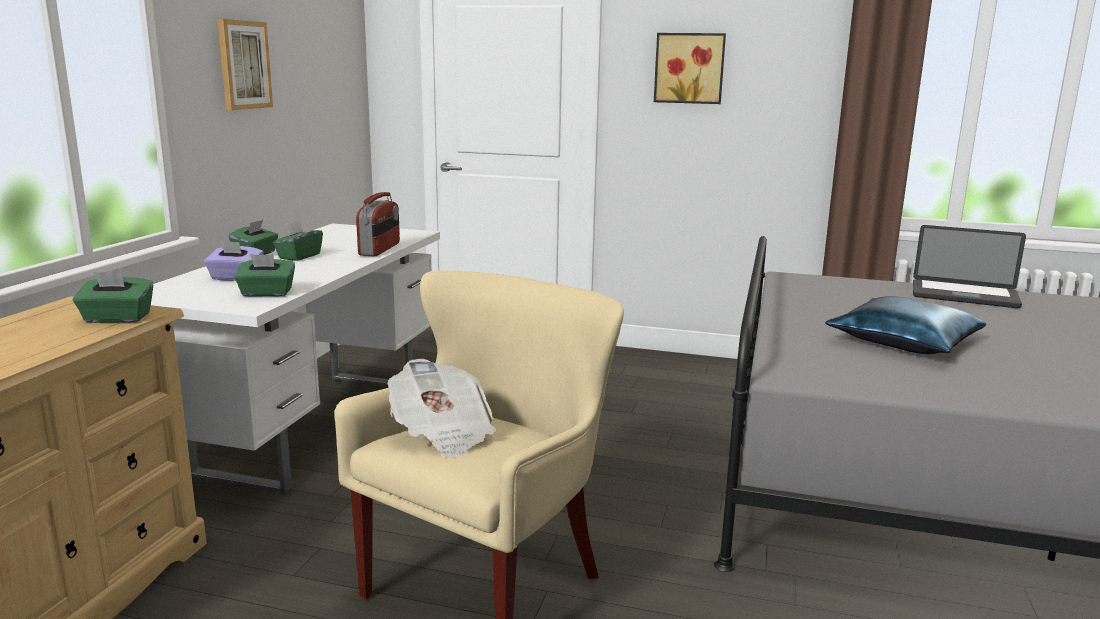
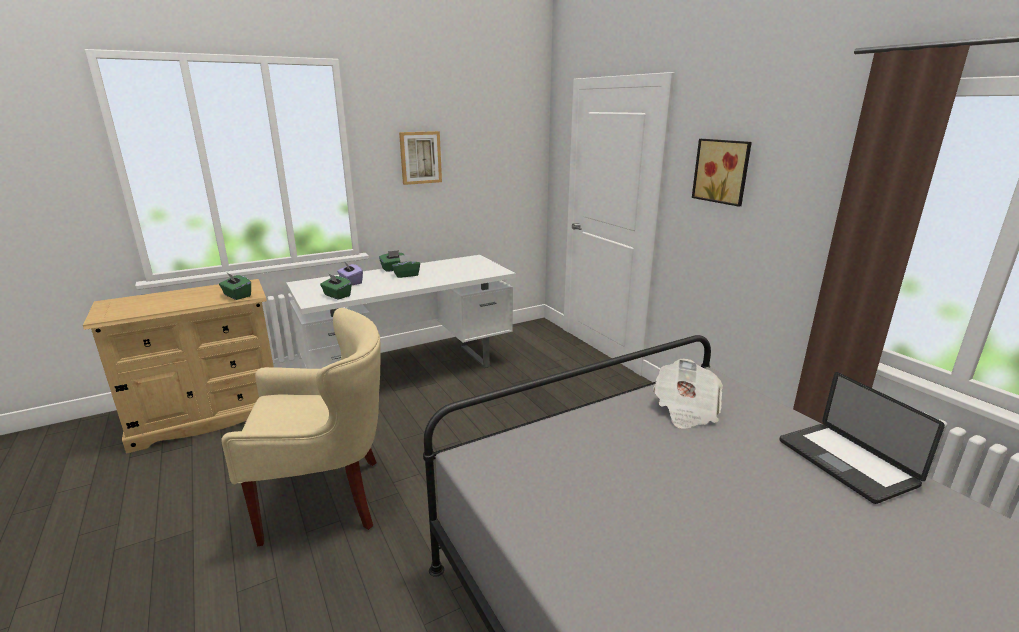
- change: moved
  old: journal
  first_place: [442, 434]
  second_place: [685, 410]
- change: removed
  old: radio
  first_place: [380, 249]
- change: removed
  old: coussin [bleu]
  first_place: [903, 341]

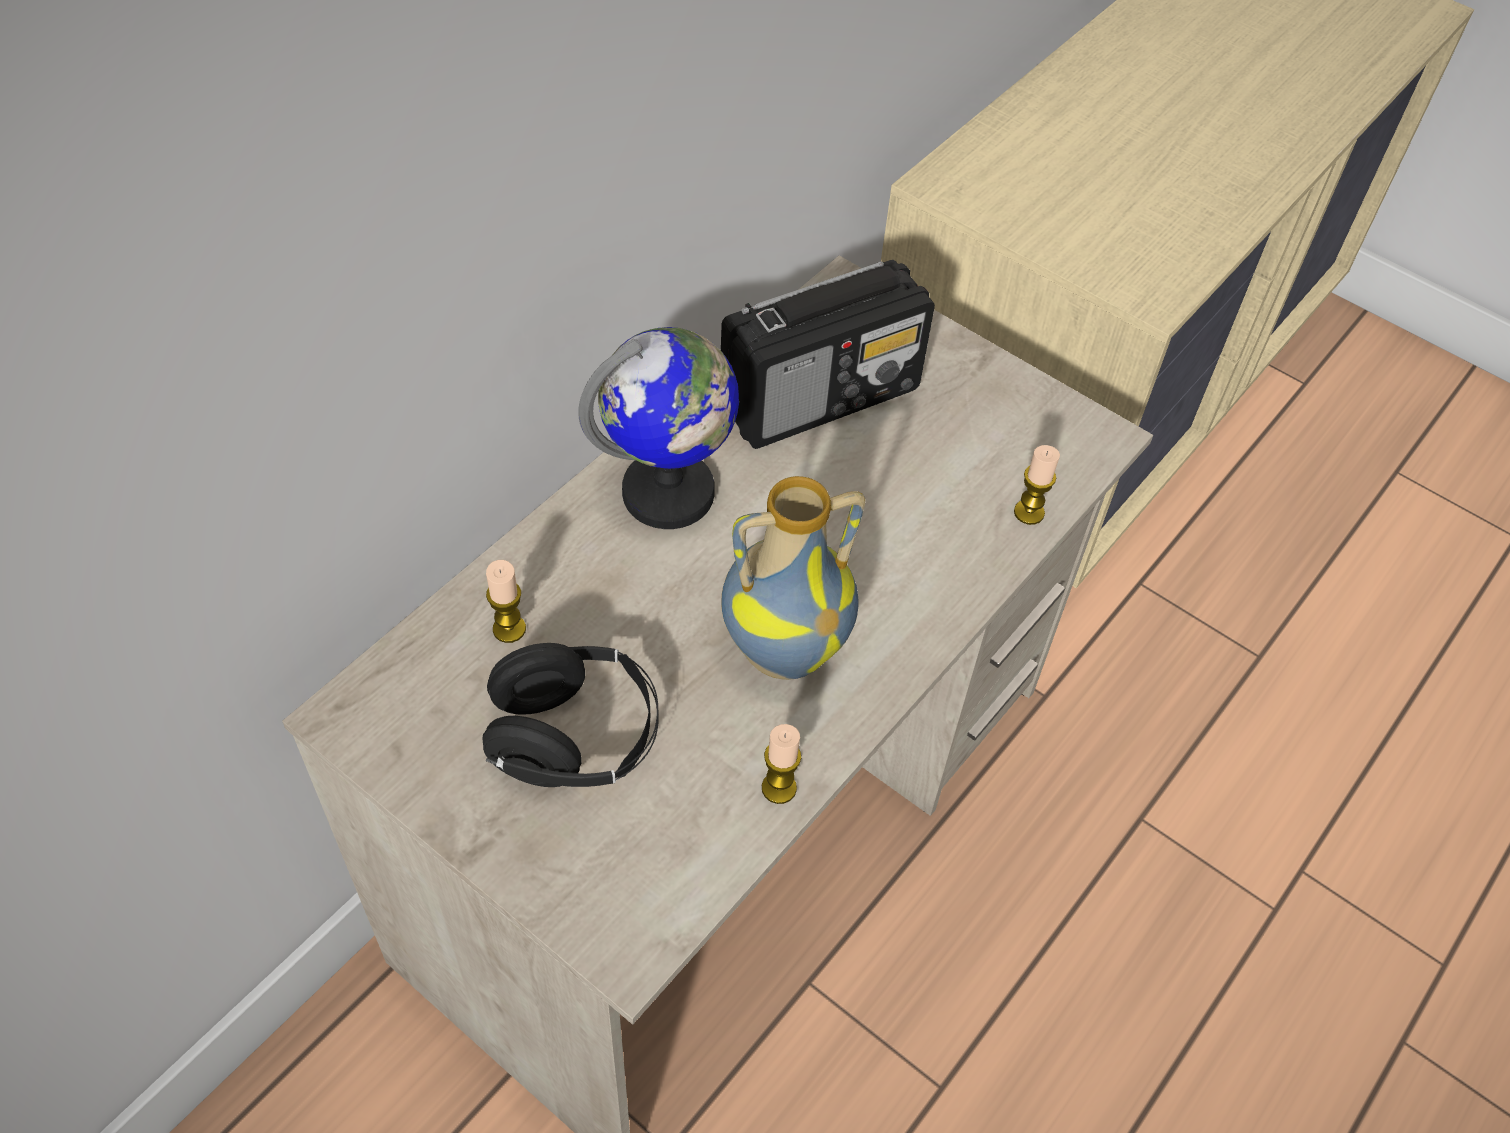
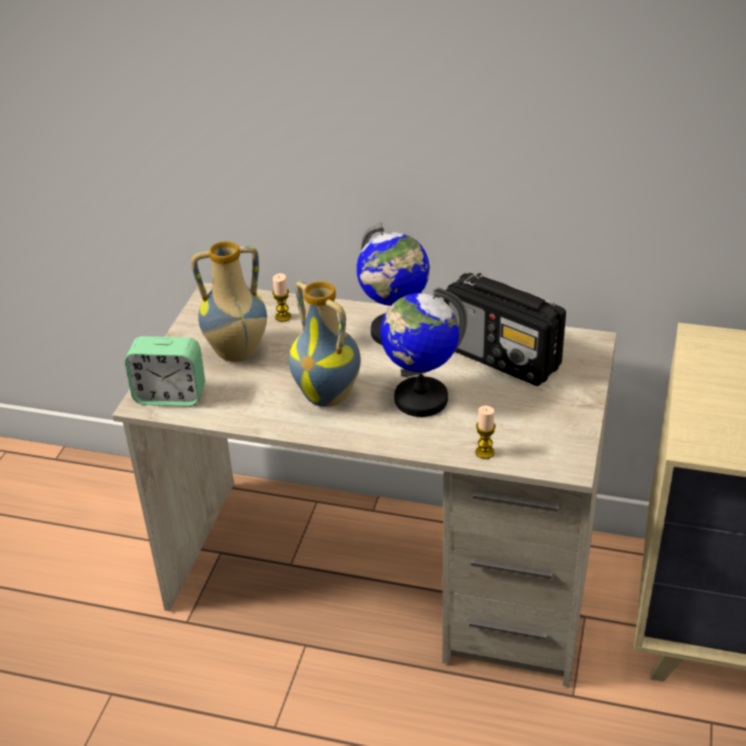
- change: added
  new: réveil
  second_place: [170, 396]
- change: replaced
  old: casque audio [noir]
  new: vase
  first_place: [574, 740]
  second_place: [237, 354]
- change: added
  new: globe
  second_place: [420, 399]
- change: removed
  old: bougie
  first_place: [779, 788]

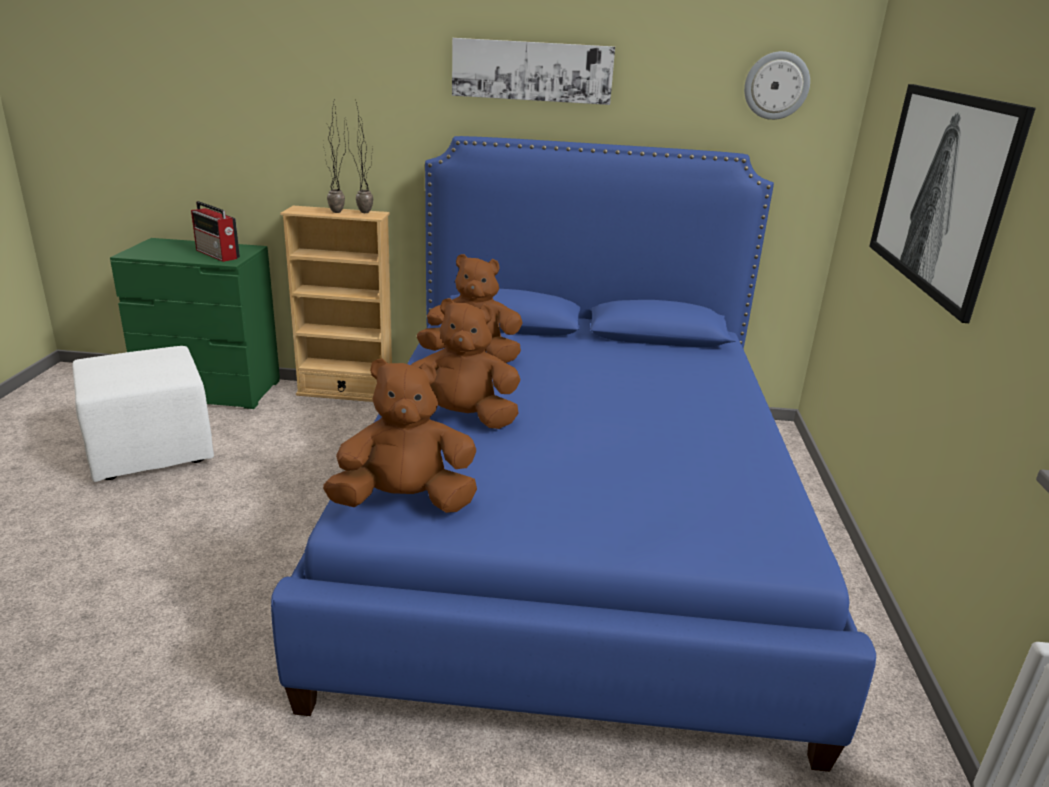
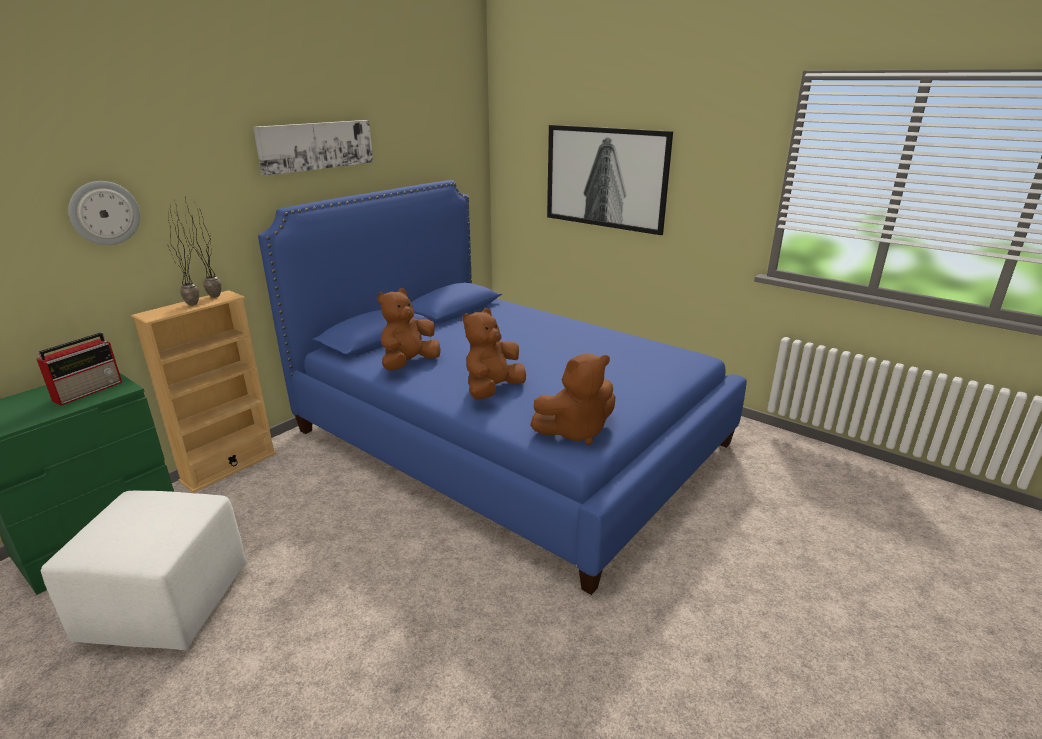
- change: turned
  old: radio
  first_place: [218, 254]
  second_place: [89, 390]
  degrees: -45
- change: moved
  old: horloge murale
  first_place: [776, 85]
  second_place: [104, 213]
- change: turned
  old: peluche [marron]
  first_place: [405, 502]
  second_place: [575, 431]
  degrees: -135

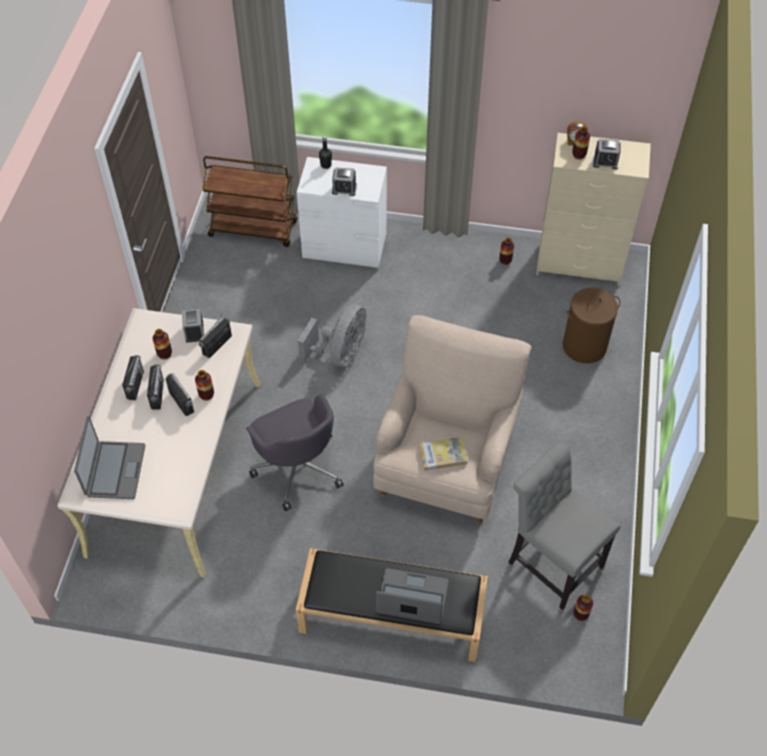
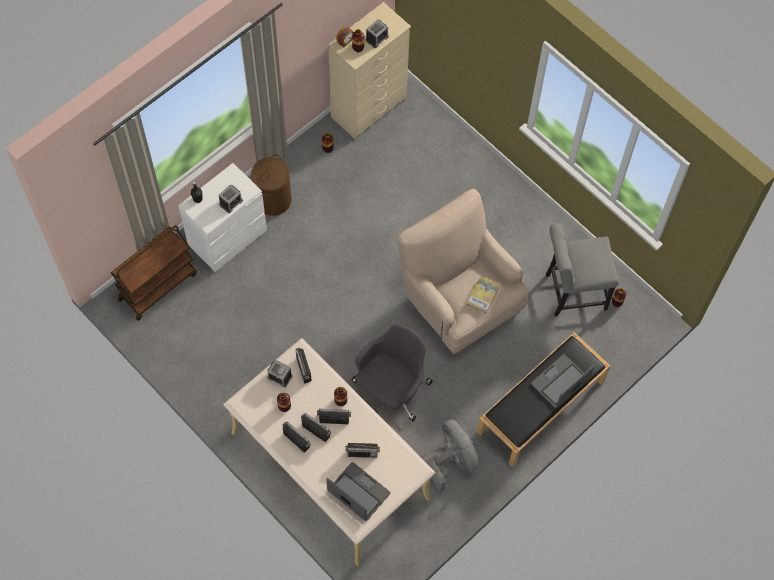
- change: moved
  old: panier à linge [marron]
  first_place: [584, 346]
  second_place: [273, 199]
- change: added
  new: radio
  second_place: [362, 453]
- change: turned
  old: chaise de bureau [gris]
  first_place: [297, 467]
  second_place: [391, 390]
  degrees: -60
- change: moved
  old: ventilateur [gris]
  first_place: [340, 353]
  second_place: [453, 460]

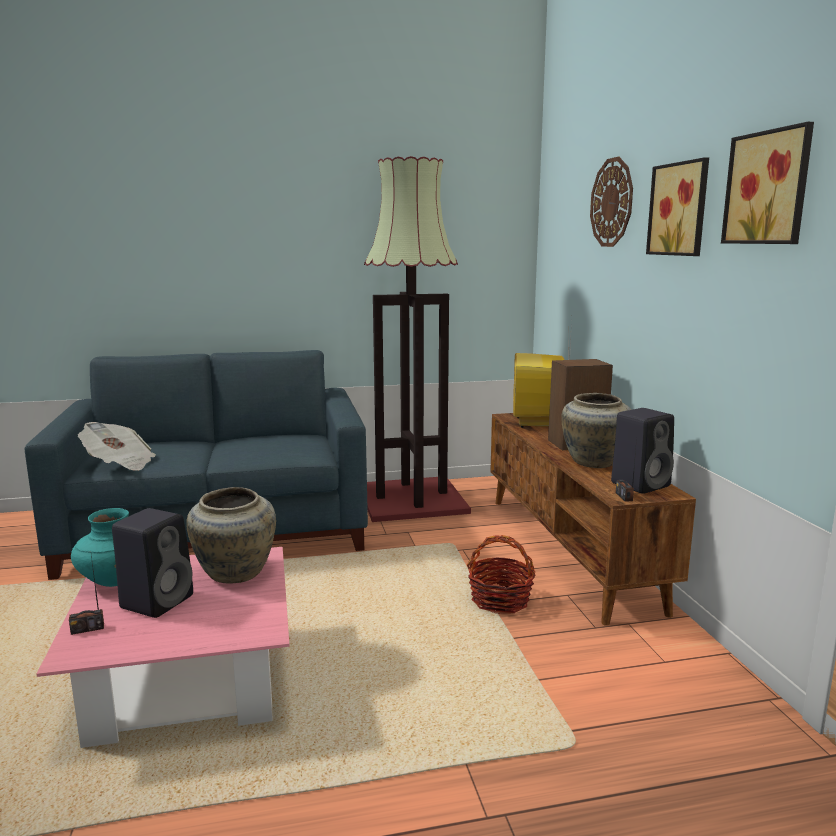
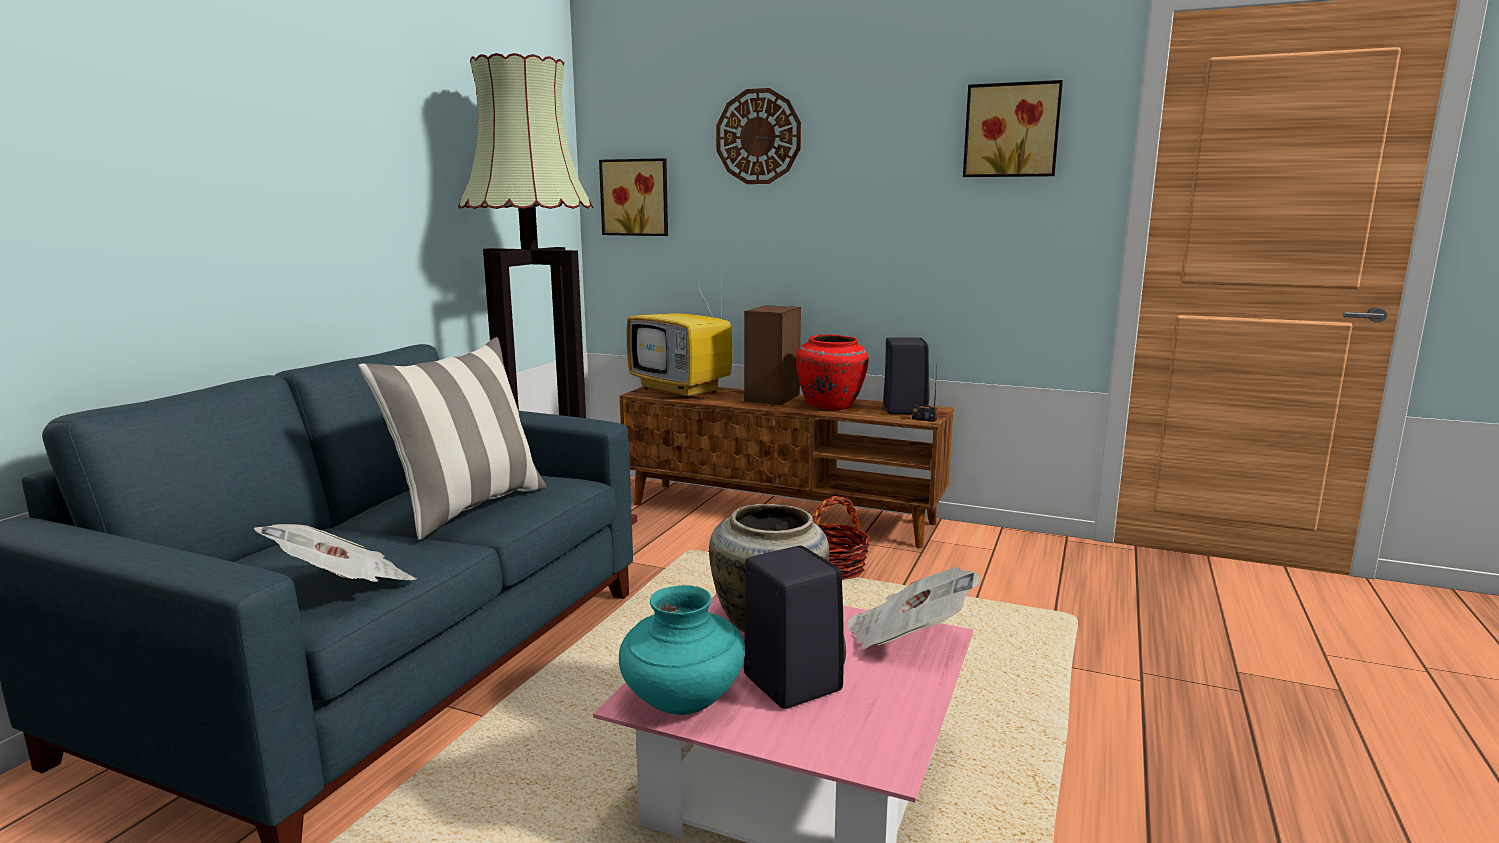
- change: added
  new: coussin
  second_place: [468, 508]
- change: moved
  old: tableau
  first_place: [681, 209]
  second_place: [636, 197]
- change: recoloured
  old: vase [beige]
  new: vase [rouge]
  first_place: [593, 462]
  second_place: [830, 406]
- change: added
  new: journal
  second_place: [907, 638]
- change: removed
  old: radio
  first_place: [87, 629]

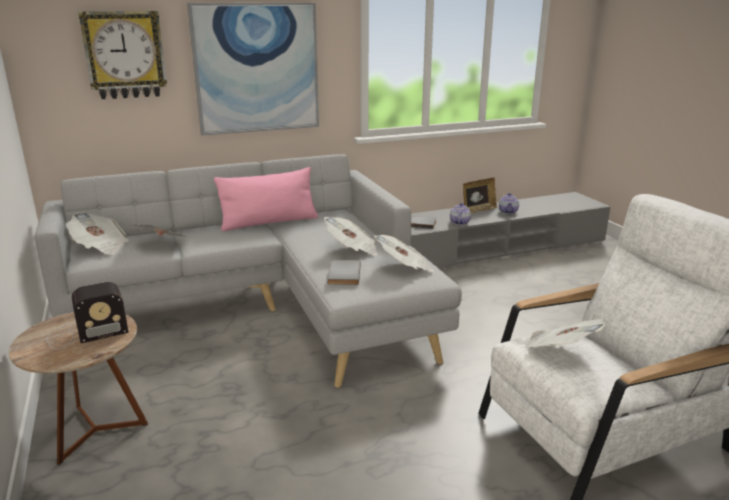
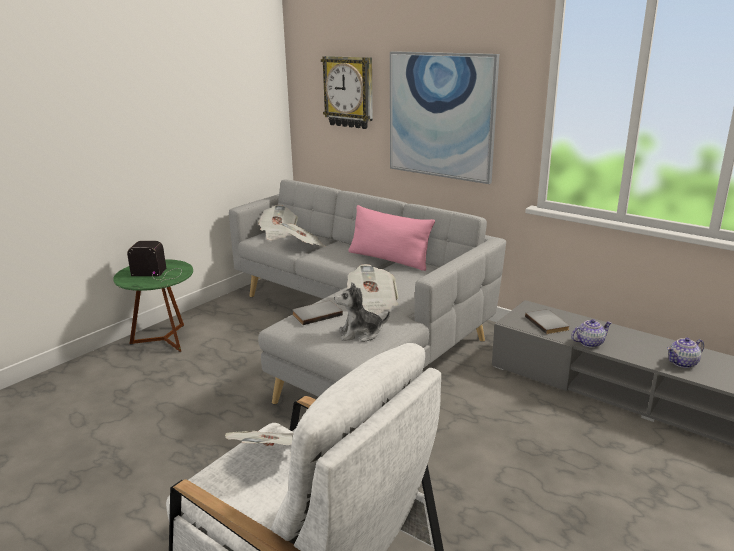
- change: recoloured
  old: table d'appoint [marron]
  new: table d'appoint [vert]
  first_place: [94, 431]
  second_place: [164, 340]
- change: turned
  old: radio
  first_place: [85, 333]
  second_place: [159, 273]
  degrees: 150
- change: replaced
  old: journal
  new: peluche
  first_place: [404, 268]
  second_place: [360, 334]
- change: removed
  old: cadre photo
  first_place: [478, 210]

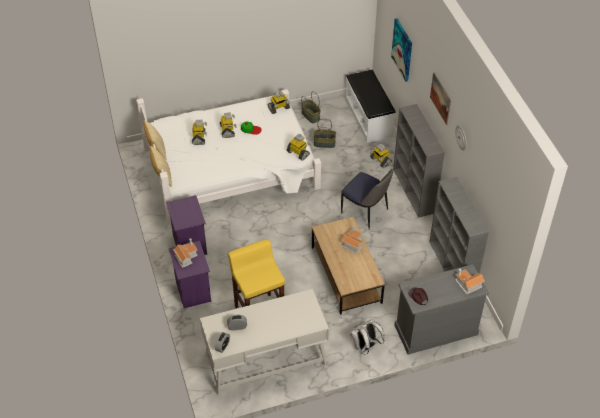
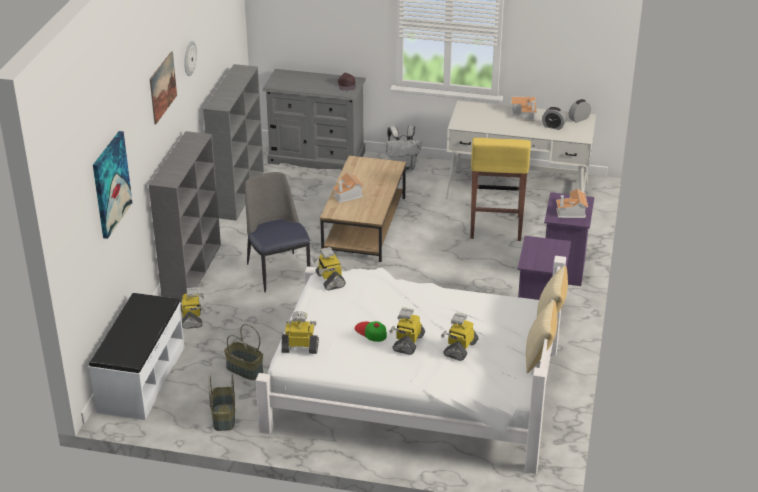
- change: moved
  old: maison miniature
  first_place: [467, 284]
  second_place: [525, 114]

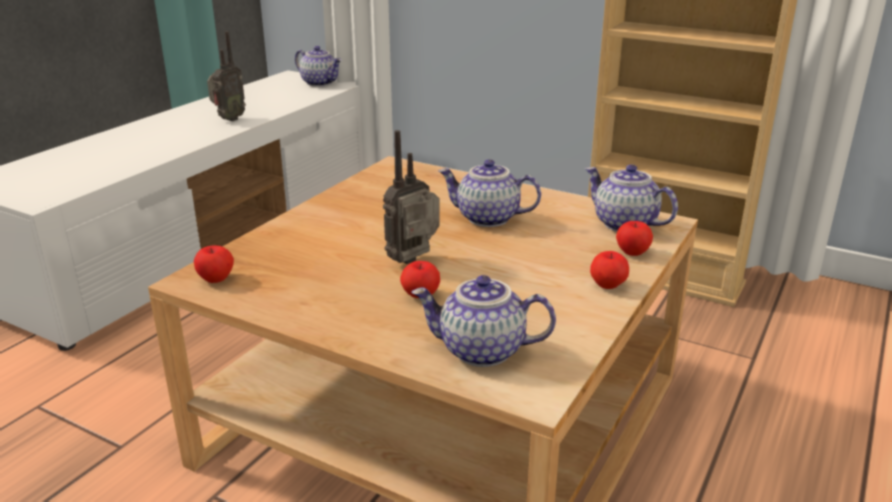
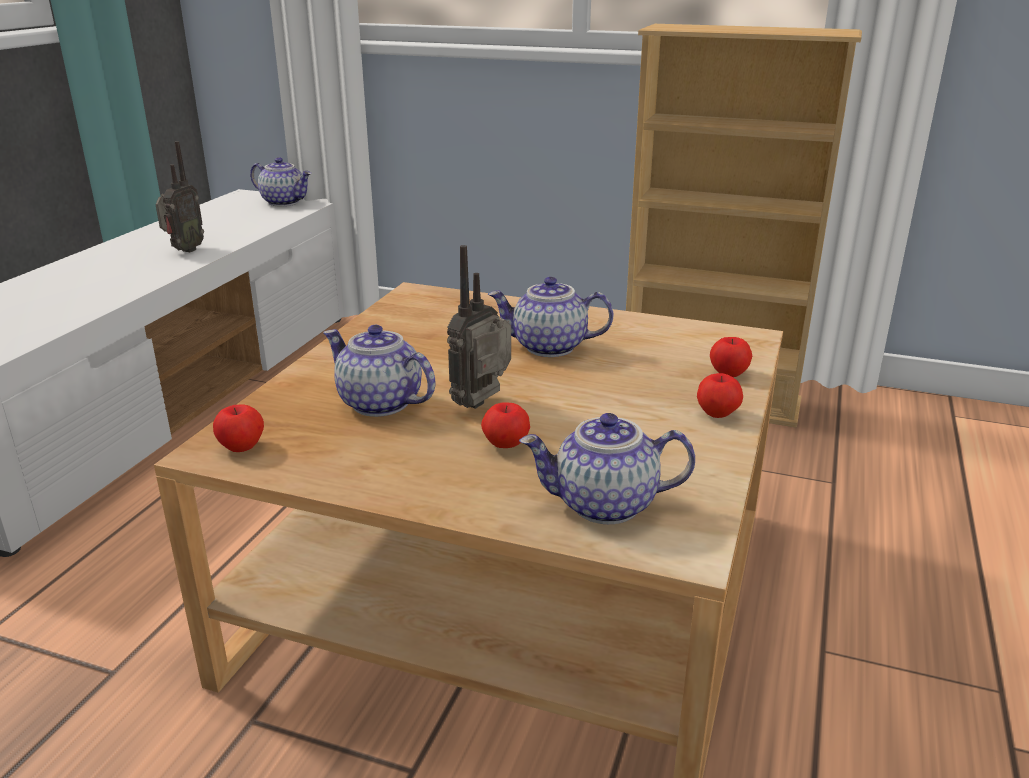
- change: moved
  old: théière
  first_place: [624, 224]
  second_place: [378, 403]

